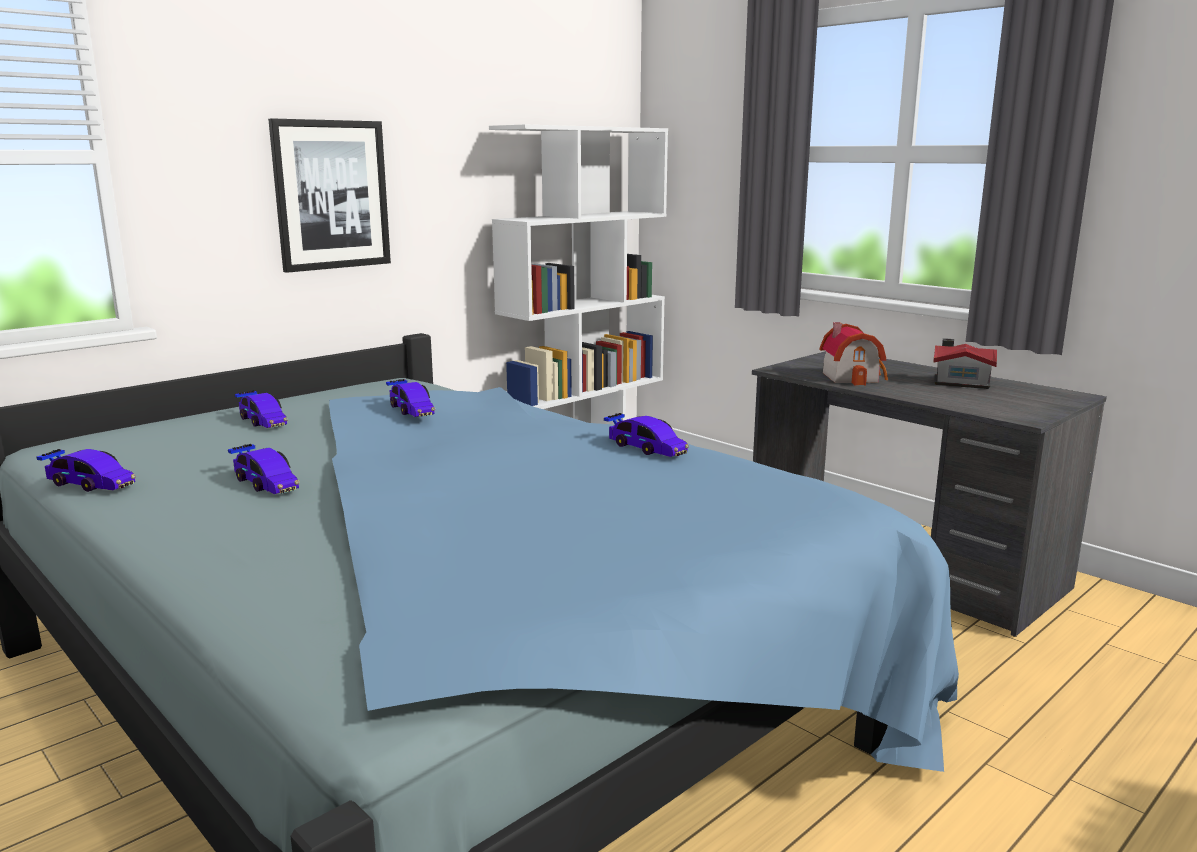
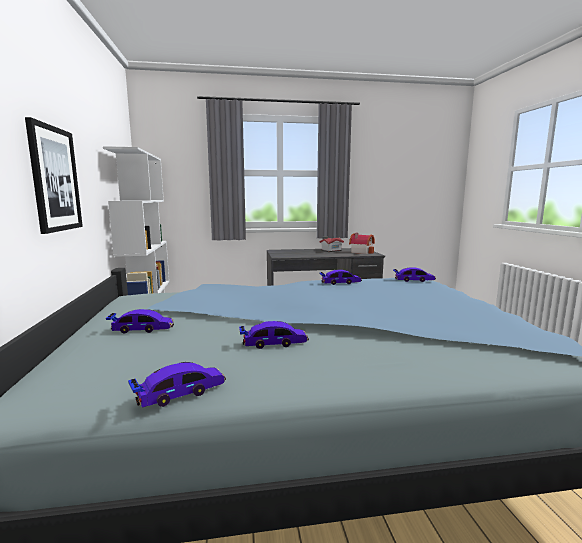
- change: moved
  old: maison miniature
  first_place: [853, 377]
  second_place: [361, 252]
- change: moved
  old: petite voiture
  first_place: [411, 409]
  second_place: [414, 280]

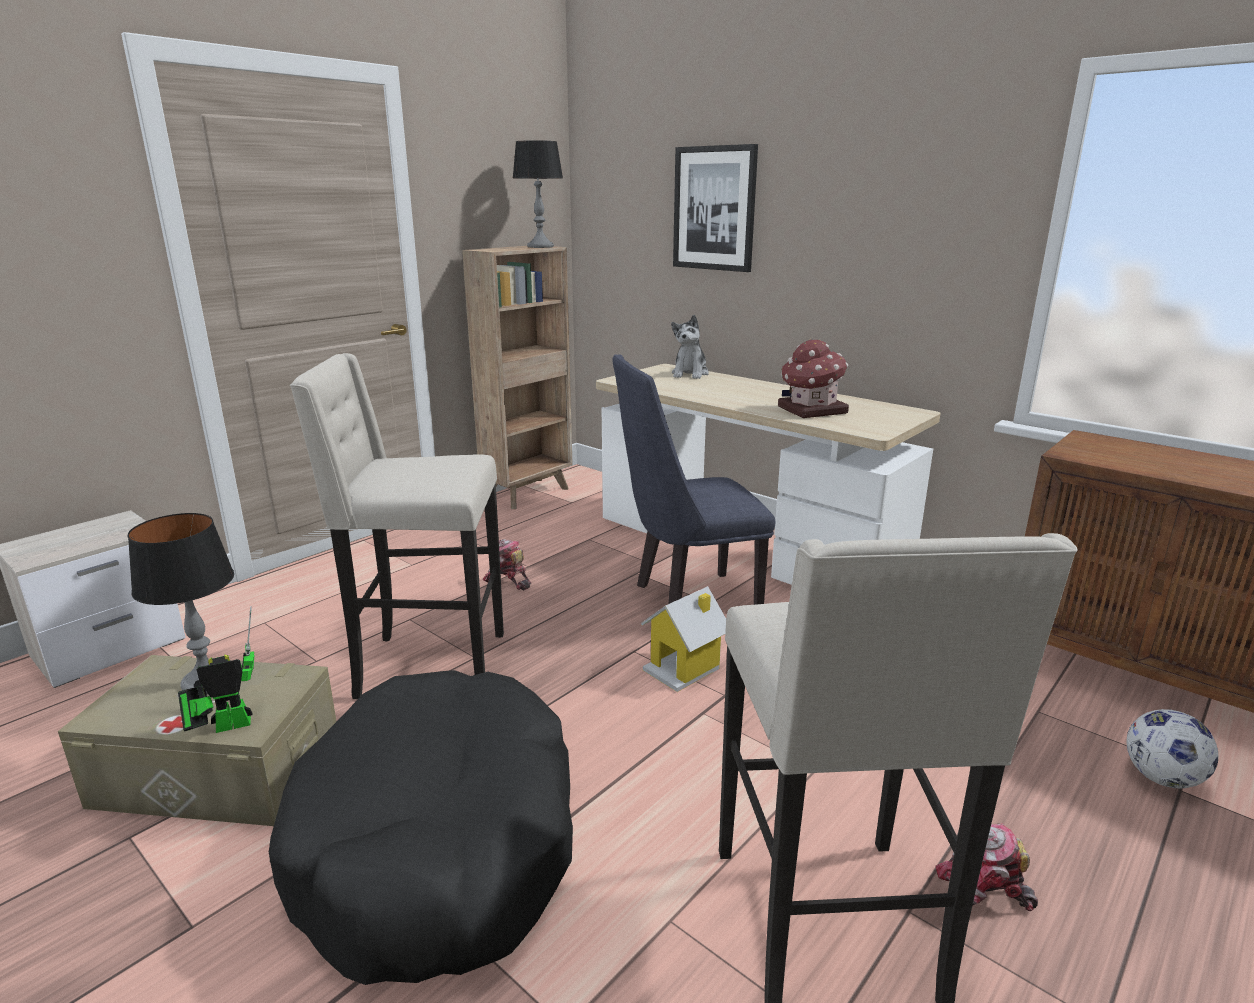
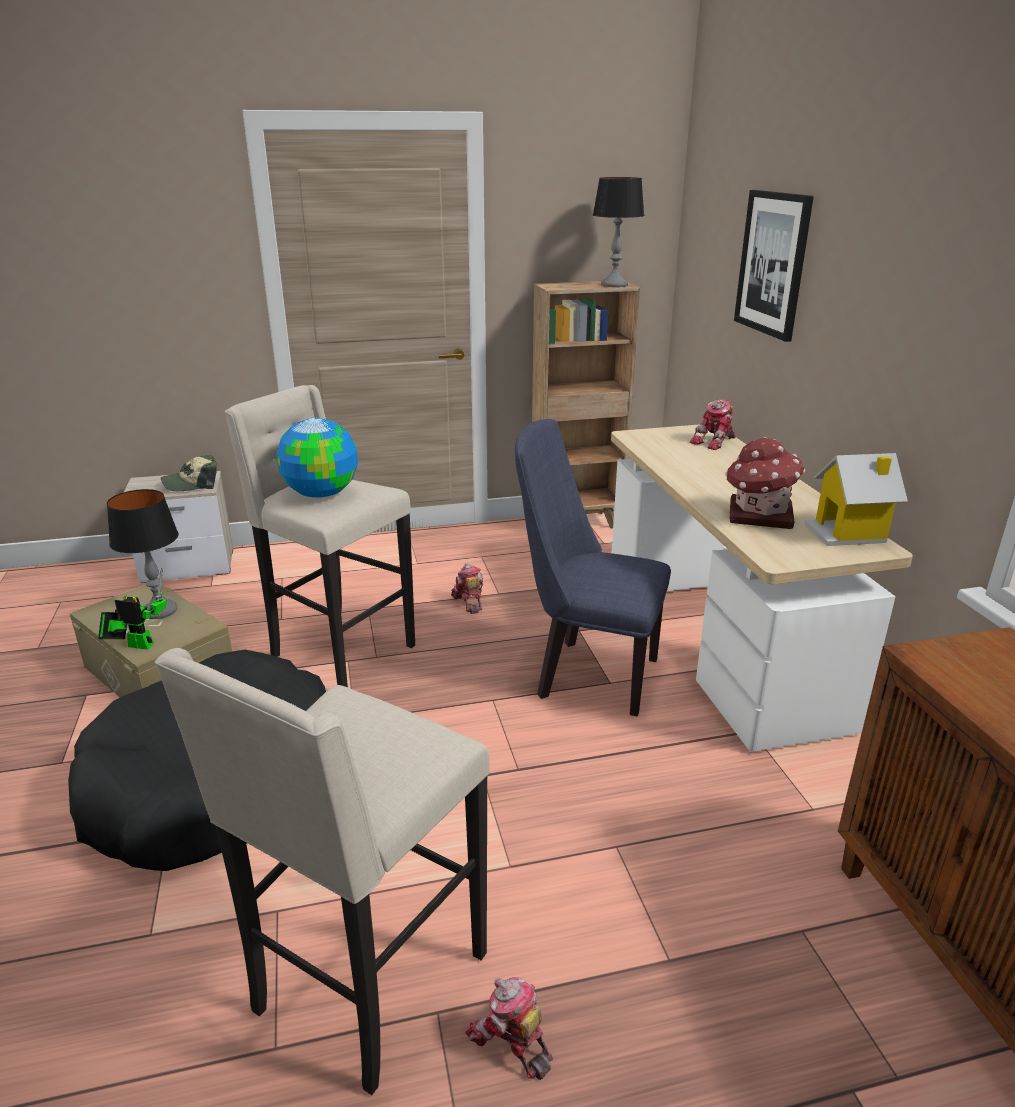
- change: added
  new: casquette
  second_place: [192, 484]
- change: added
  new: globe
  second_place: [321, 494]
- change: replaced
  old: peluche
  new: robot jouet
  first_place: [690, 374]
  second_place: [715, 442]
- change: moved
  old: maison miniature
  first_place: [684, 668]
  second_place: [848, 533]
- change: removed
  old: ballon de foot
  first_place: [1161, 778]

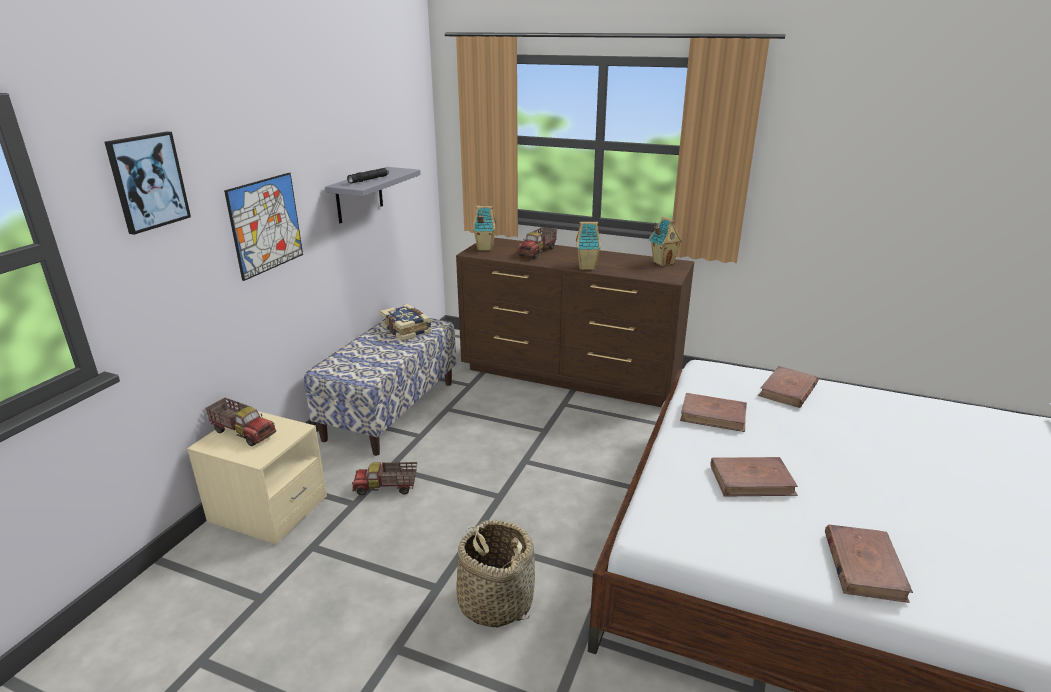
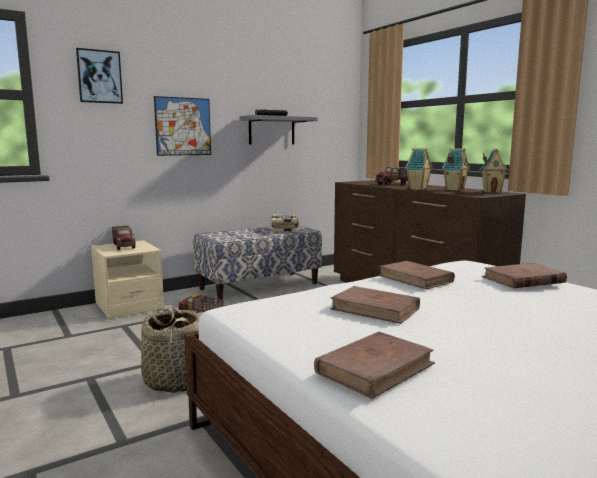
- change: moved
  old: maison miniature
  first_place: [484, 248]
  second_place: [454, 190]

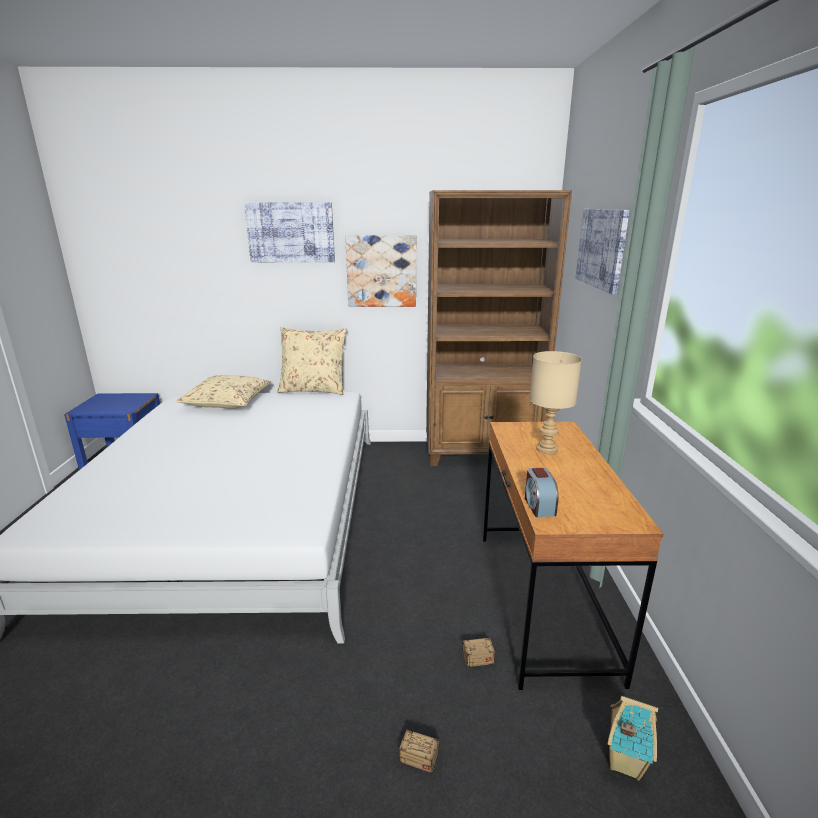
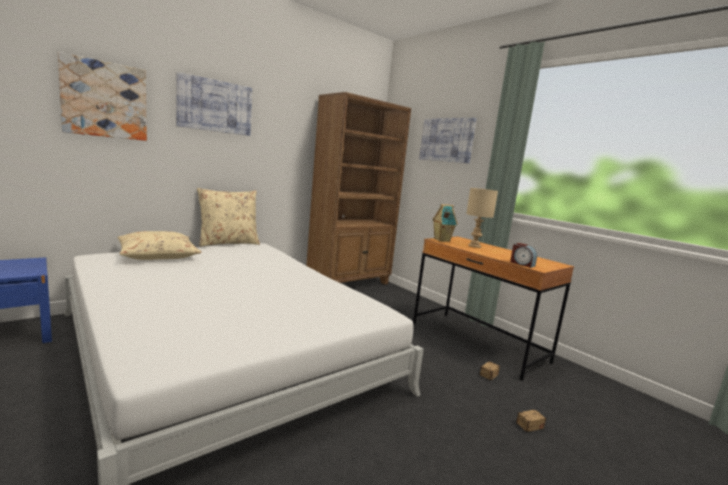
- change: moved
  old: tableau
  first_place: [381, 271]
  second_place: [105, 100]
- change: moved
  old: maison miniature
  first_place: [624, 761]
  second_place: [441, 240]

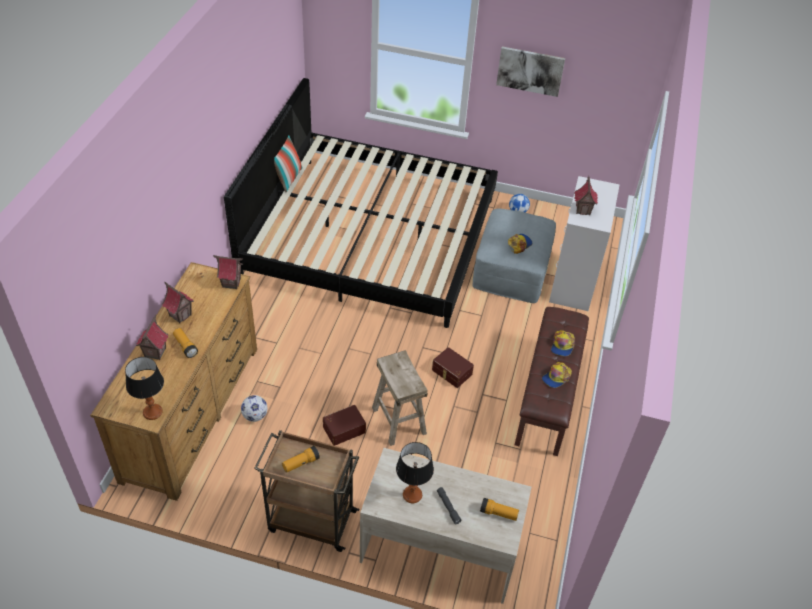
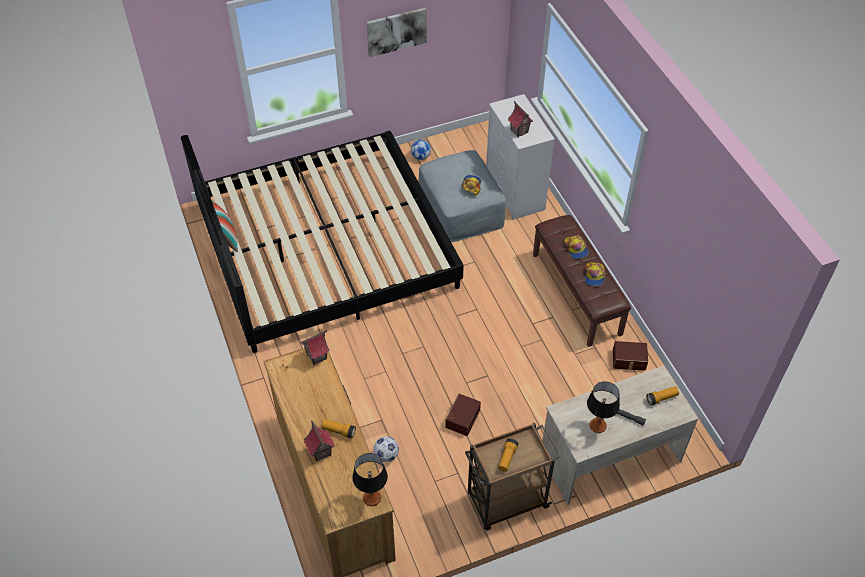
- change: moved
  old: boîte de rangement [marron]
  first_place: [451, 372]
  second_place: [629, 360]
- change: removed
  old: maison miniature
  first_place: [180, 315]
- change: removed
  old: tabouret [beige]
  first_place: [398, 420]

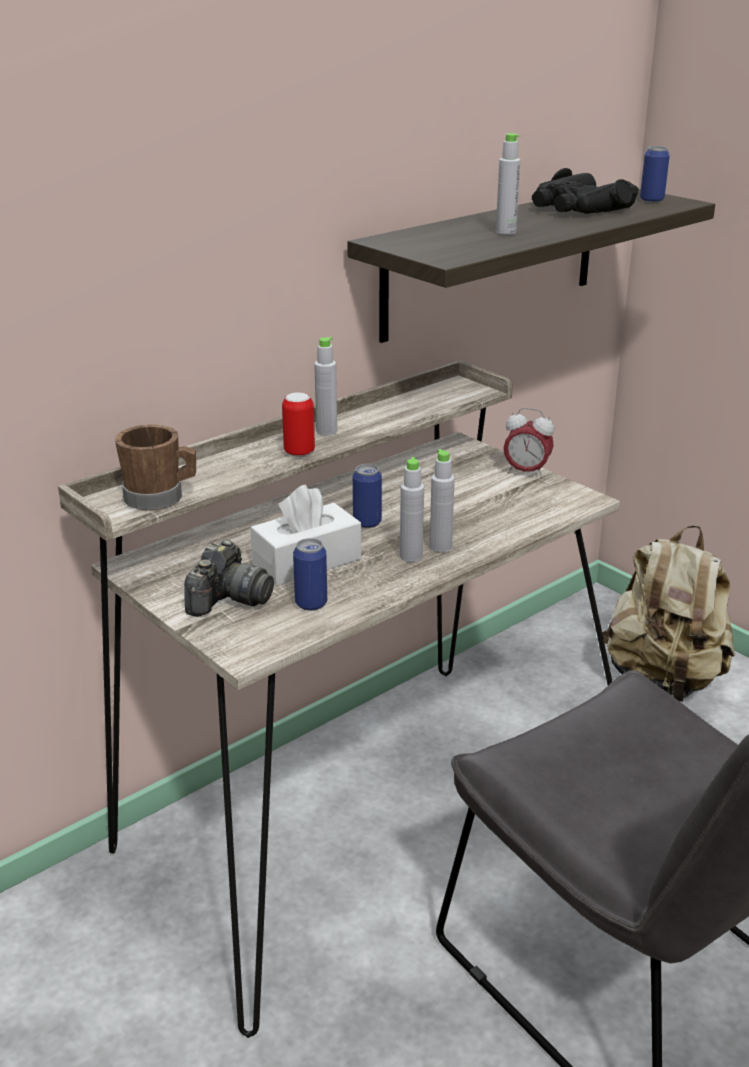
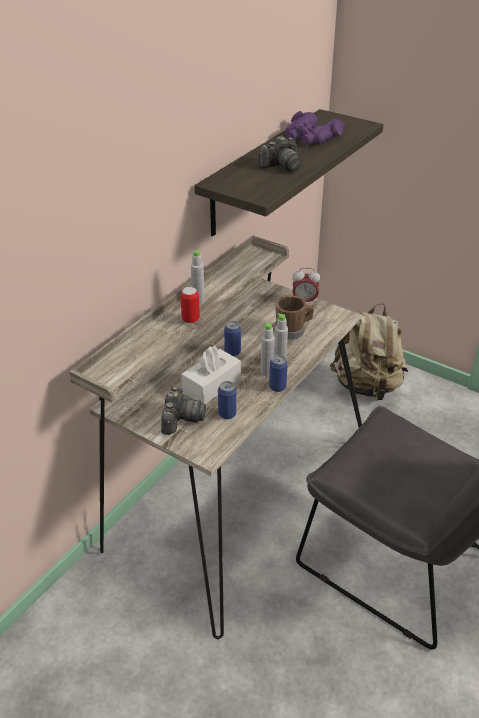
- change: replaced
  old: bouteille [gris]
  new: appareil photo
  first_place: [505, 232]
  second_place: [281, 166]
- change: moved
  old: boîte métallique
  first_place: [651, 200]
  second_place: [277, 387]
- change: moved
  old: mug [marron]
  first_place: [160, 498]
  second_place: [293, 331]
- change: recoloured
  old: jumelles [noir]
  new: jumelles [violet]
  first_place: [578, 209]
  second_place: [310, 137]

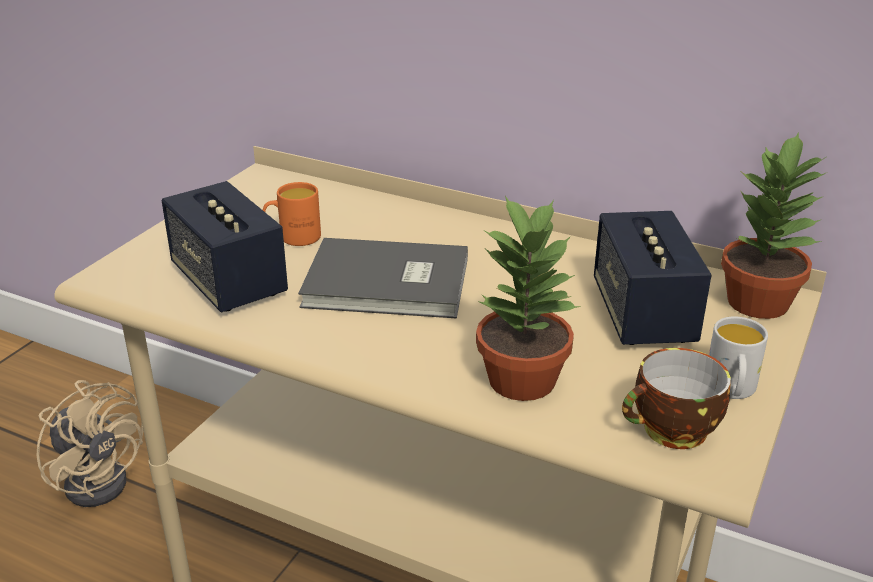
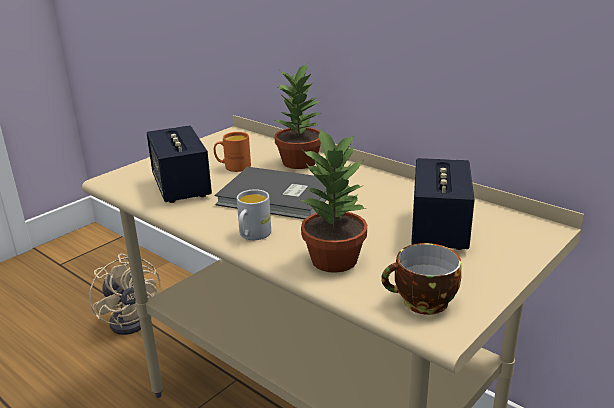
- change: moved
  old: mug [blanc]
  first_place: [731, 390]
  second_place: [252, 236]
- change: moved
  old: plante en pot
  first_place: [759, 302]
  second_place: [300, 162]

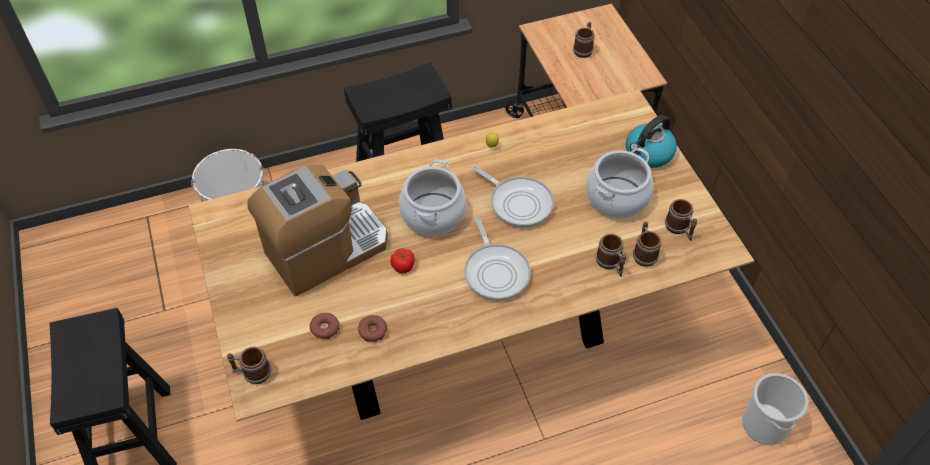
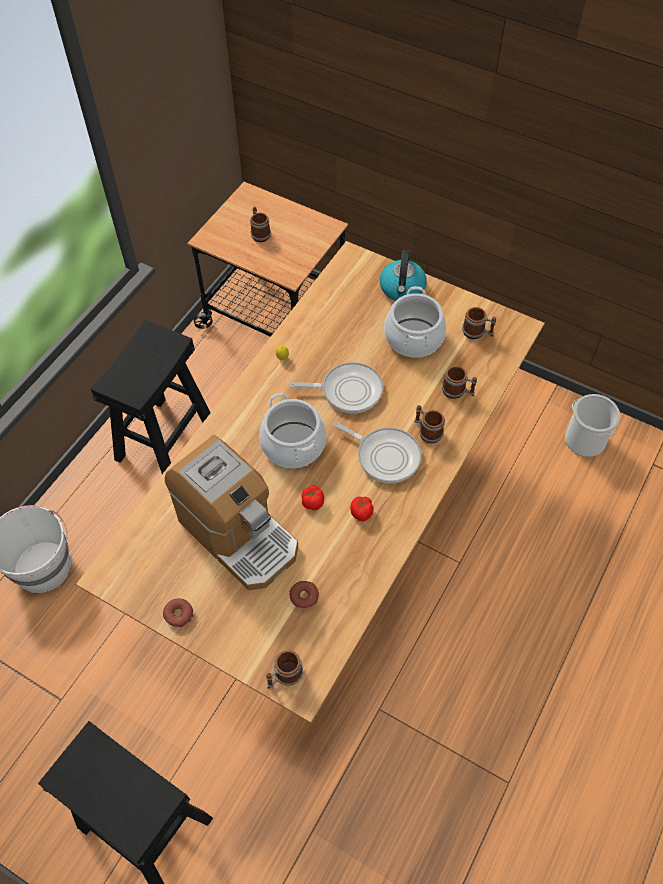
- change: moved
  old: beignet
  first_place: [373, 331]
  second_place: [178, 614]
- change: turned
  old: machine à café
  first_place: [326, 250]
  second_place: [238, 534]
  degrees: 120
- change: added
  new: tomate
  second_place: [361, 513]
- change: moved
  old: mug
  first_place: [644, 253]
  second_place: [427, 431]

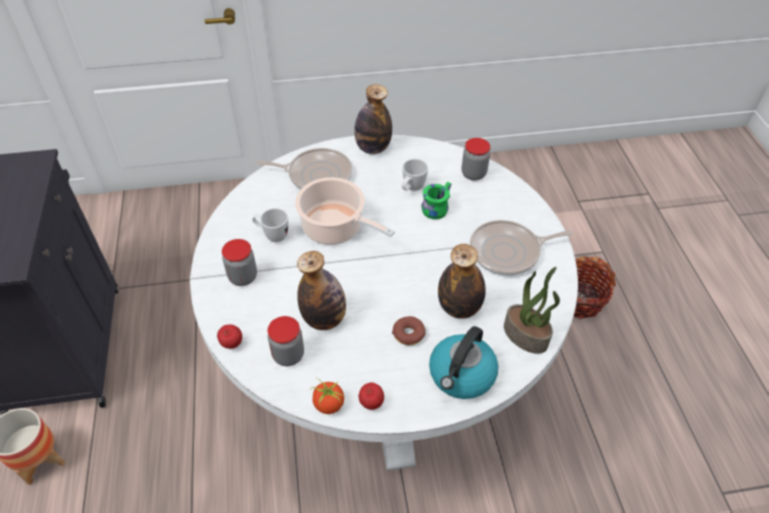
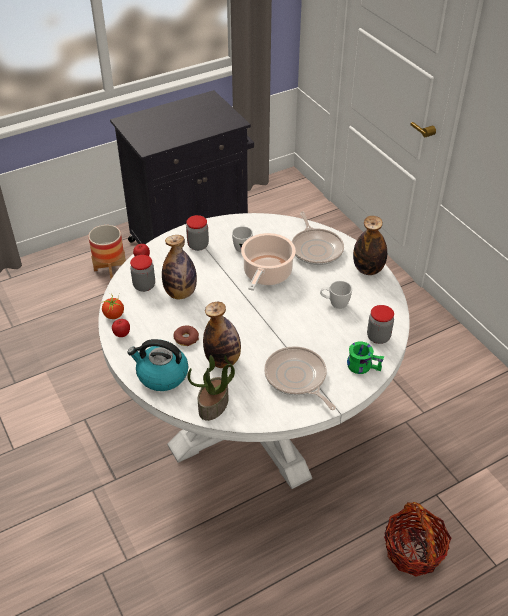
- change: moved
  old: mug [vert]
  first_place: [435, 207]
  second_place: [363, 364]

